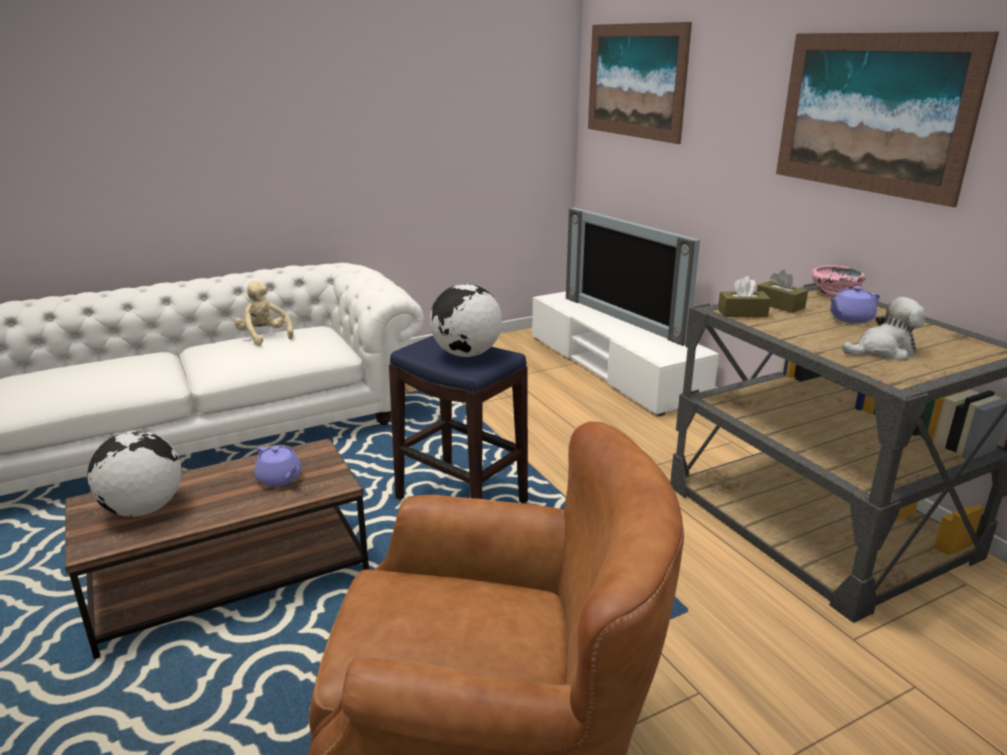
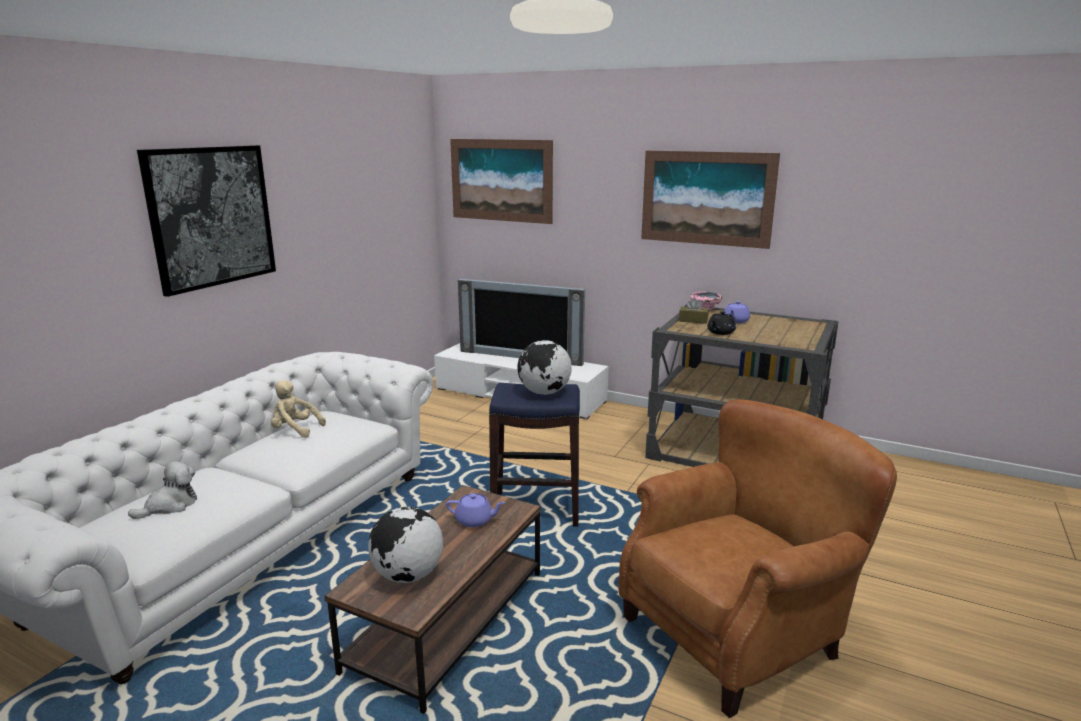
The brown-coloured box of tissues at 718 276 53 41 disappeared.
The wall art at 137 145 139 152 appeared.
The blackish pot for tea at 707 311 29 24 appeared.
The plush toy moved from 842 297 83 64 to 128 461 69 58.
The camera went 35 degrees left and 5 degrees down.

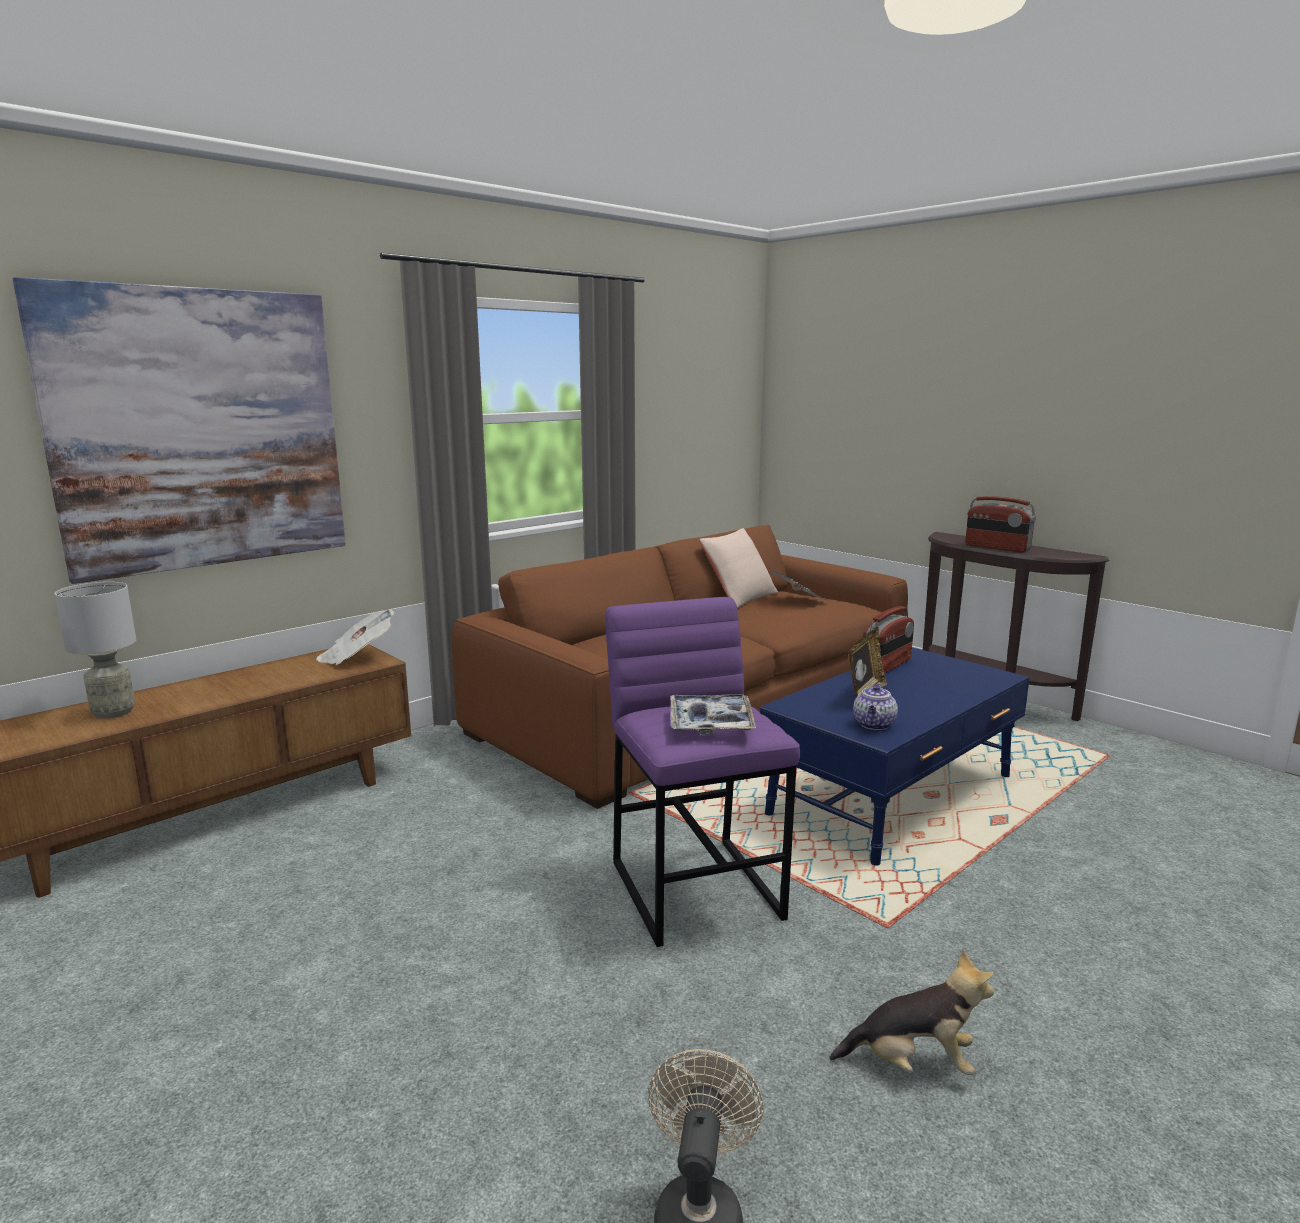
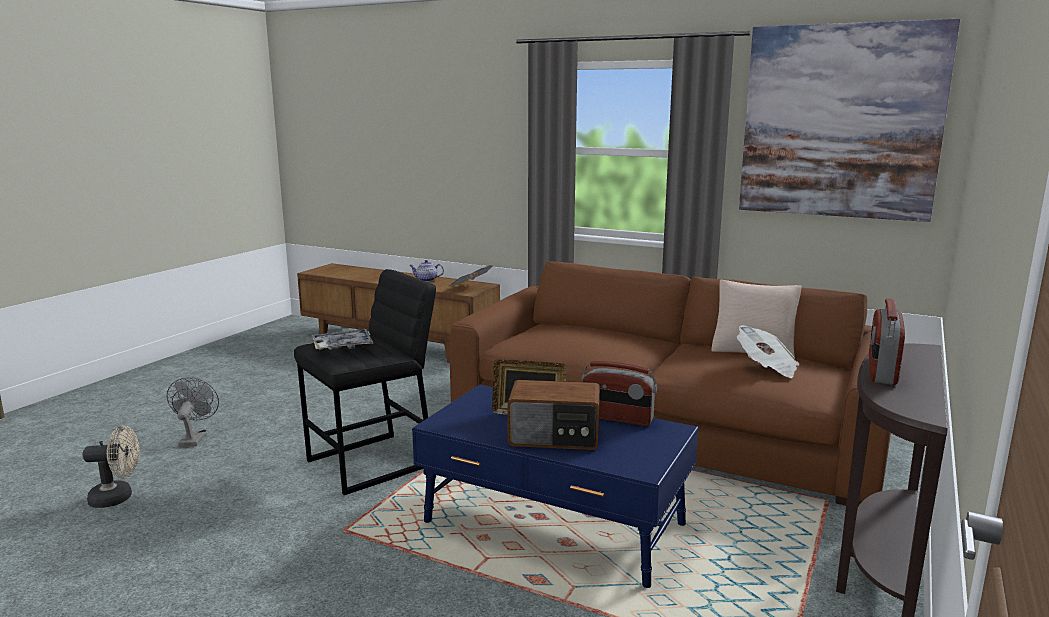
The greyish lamp for a table at 54 582 82 136 disappeared.
The plush toy at 829 949 165 126 disappeared.
The greyish fan at 166 377 53 70 appeared.
The radio receiver at 507 380 93 70 appeared.
The wall art moved from 13 277 333 307 to 739 19 221 203.
The pot for tea moved from 853 684 45 46 to 409 260 35 22.
The purple-coloured stool seat at 605 597 195 350 became the blackish stool seat at 294 269 142 226.
The camera went 70 degrees right and 0 degrees up.

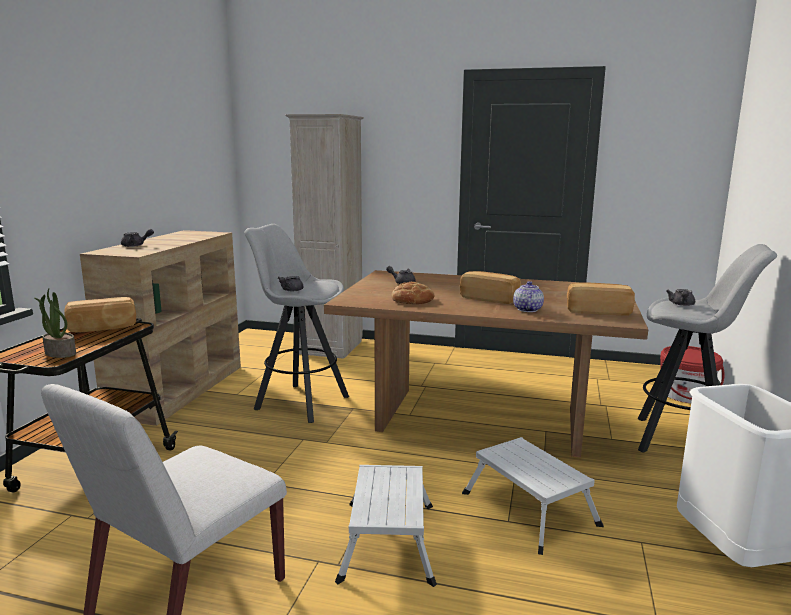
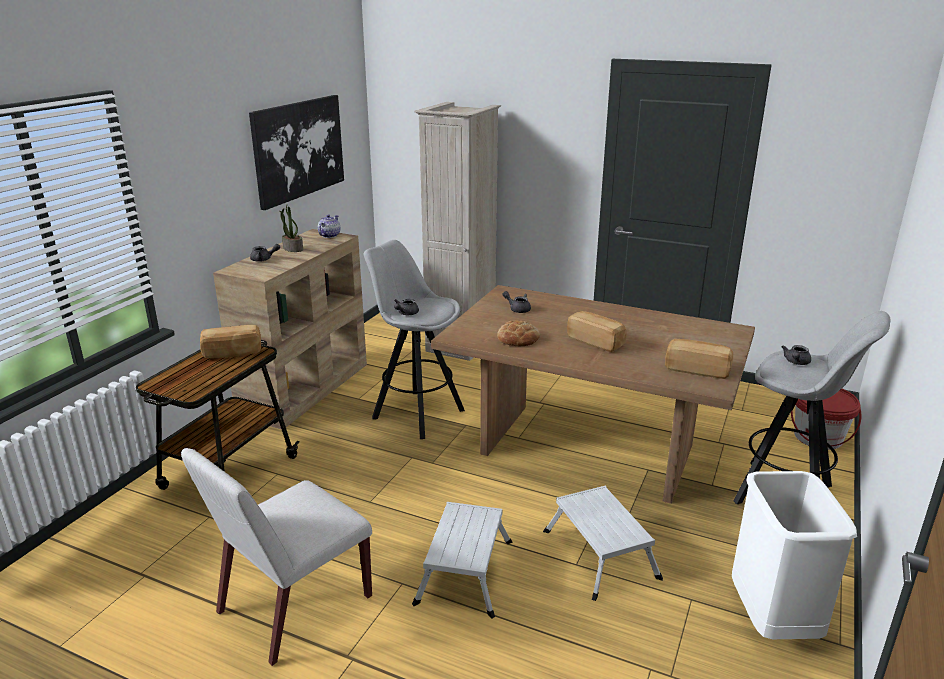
The wall art at 249 95 95 115 appeared.
The houseplant moved from 34 288 42 70 to 280 205 23 47.
The pot for tea moved from 513 281 31 31 to 318 214 23 24.
The camera went 10 degrees right and 10 degrees up.

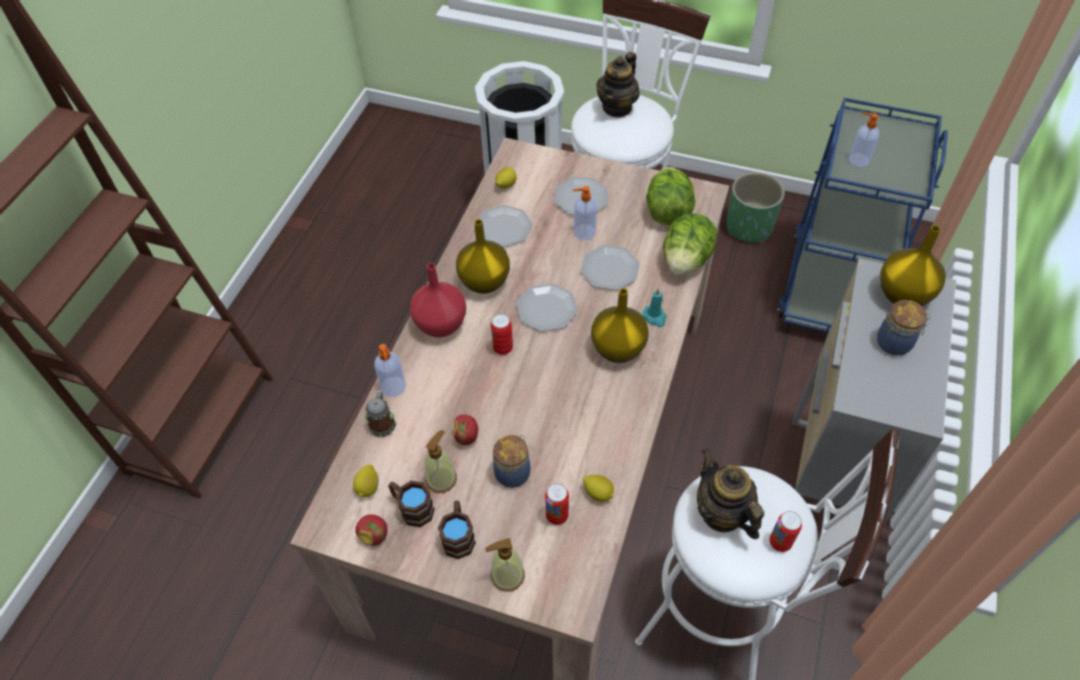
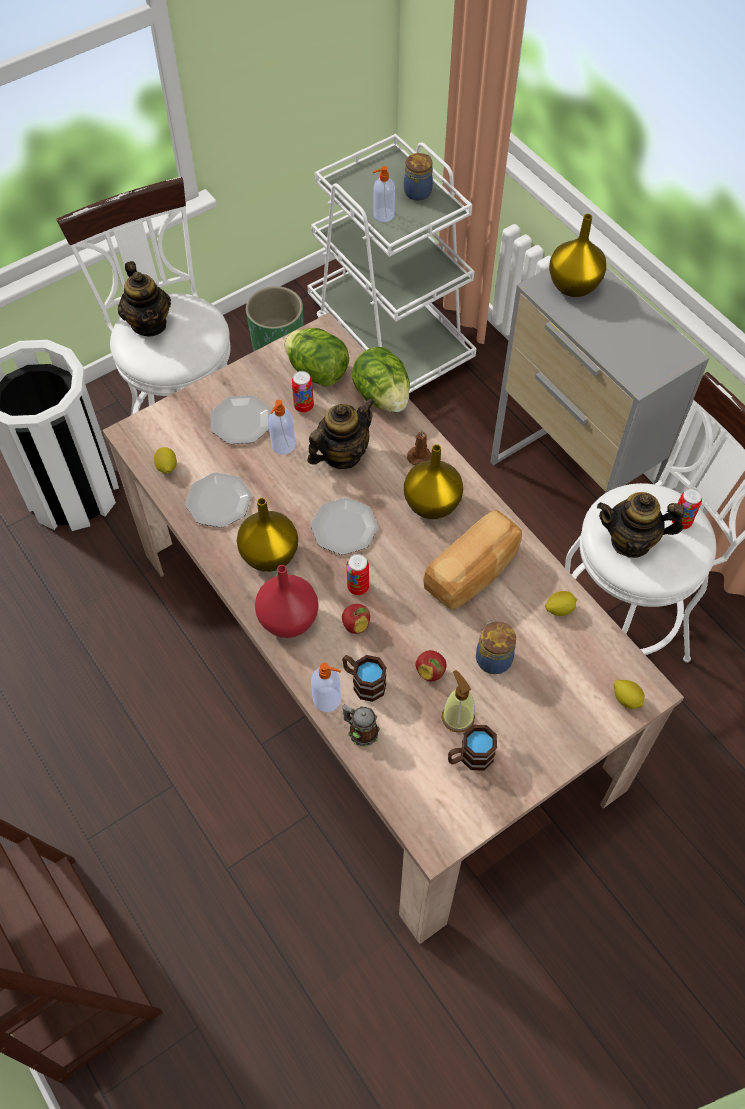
The soap bottle at 485 538 40 54 disappeared.
The bakery bread at 423 510 99 99 appeared.
The lemon moved from 353 464 26 33 to 614 680 31 29.
The apple fruit moved from 355 514 33 32 to 342 604 28 30.
The brown-coloured tea mug moved from 438 500 38 59 to 342 655 45 47.
The metal can moved from 545 483 24 42 to 292 371 22 42.
The jar moved from 877 300 54 55 to 404 153 29 48.
The dinner plate at 580 245 60 45 was replaced by the pot for tea at 307 398 68 71.
The blue-green wax light at 642 288 24 39 became the brown-coloured wax light at 407 430 24 35.
The bluish wheeled cart at 777 97 171 236 became the white wheeled cart at 307 134 170 259.
The camera went 55 degrees left and 5 degrees up.

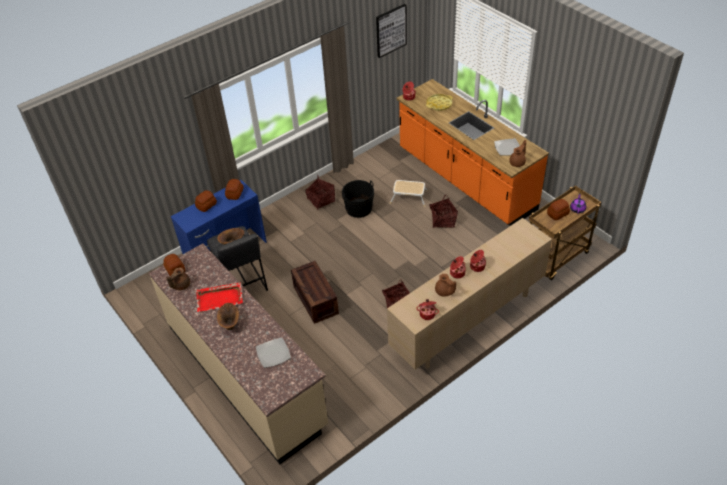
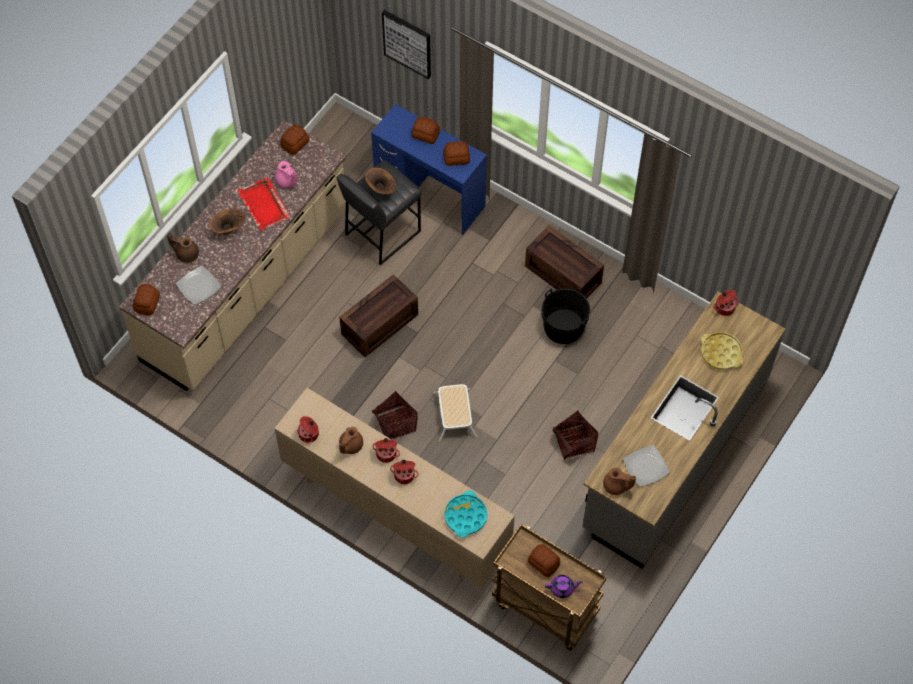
The bakery bread at 133 284 27 31 appeared.
The pinkish pot for tea at 274 161 23 27 appeared.
The blue-green carrying tray at 444 491 43 47 appeared.
The brown-coloured pot for tea moved from 166 268 24 22 to 167 233 32 30.
The wall art moved from 376 4 31 54 to 382 10 49 69.
The beige-coloured stepladder moved from 390 180 38 27 to 432 384 46 58.
The household basket at 305 174 30 36 was replaced by the packing crate at 525 226 79 73.
The orange-coloured counter at 396 79 153 147 became the greyish counter at 582 291 204 278.
The camera went 70 degrees right and 15 degrees up.

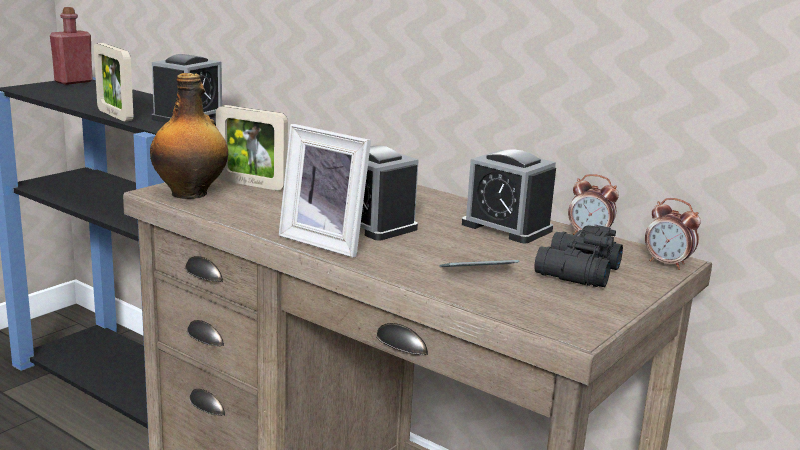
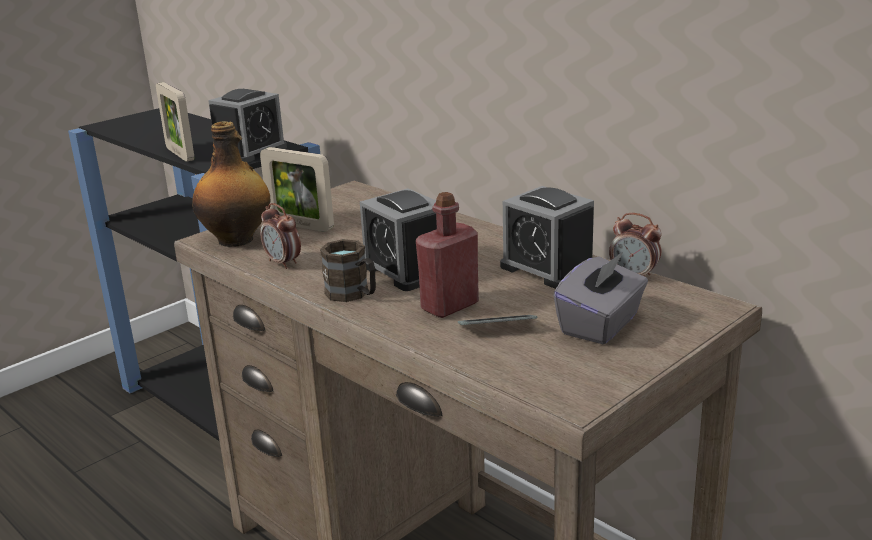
The reddish beverage bottle moved from 50 7 43 78 to 416 192 63 126.
The table clock moved from 645 198 56 72 to 260 203 41 66.
The picture frame at 279 124 92 134 was replaced by the brown-coloured tea mug at 320 239 56 63.
The blackish pair of binoculars at 535 225 88 62 was replaced by the greyish box of tissues at 553 252 95 92.
The camera went 10 degrees right and 5 degrees up.

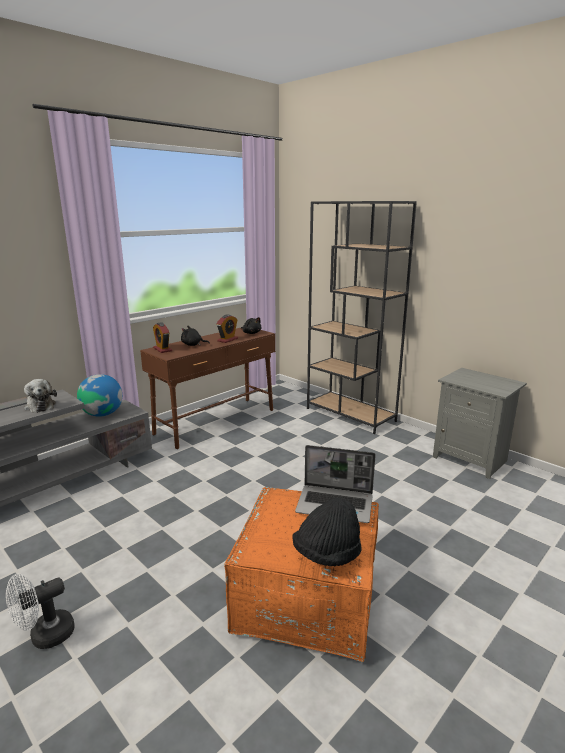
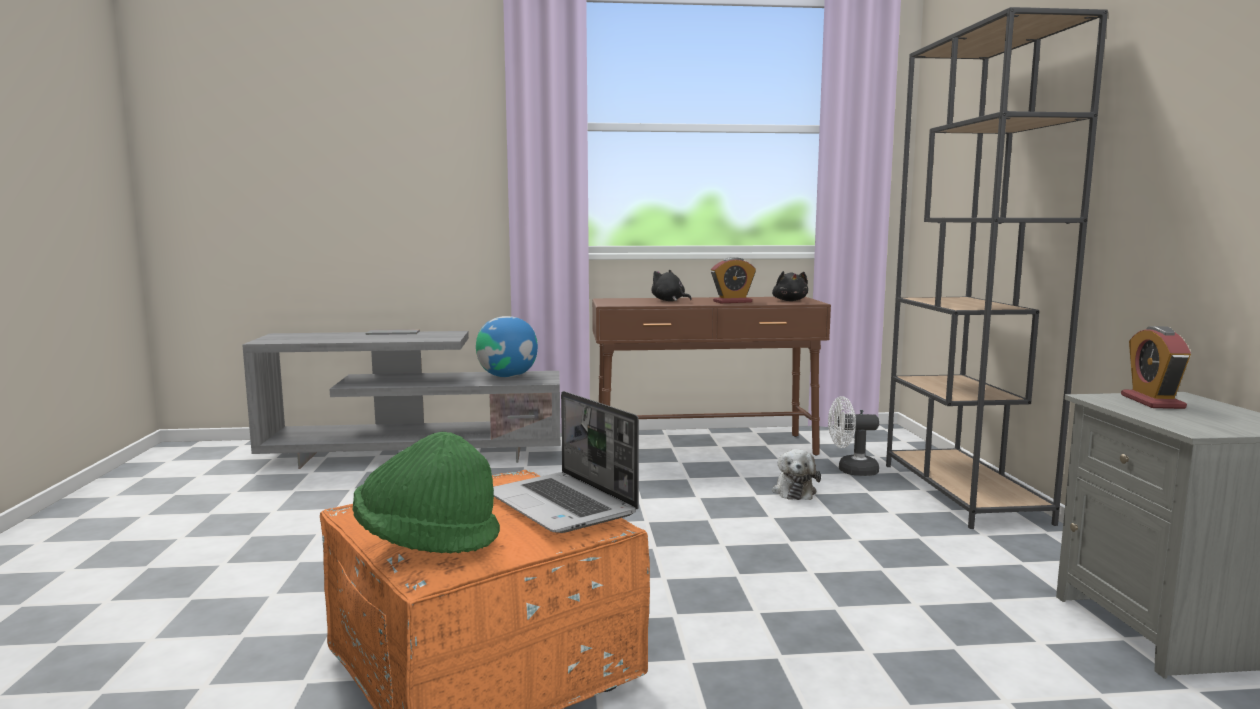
The white fan moved from 6 574 69 75 to 828 396 51 80.
The plush toy moved from 24 379 33 34 to 772 449 49 51.
The table clock moved from 153 322 19 31 to 1121 326 70 83.
The blackish wearable hat at 292 497 70 69 became the green wearable hat at 353 432 147 122.
The camera went 40 degrees right and 10 degrees down.

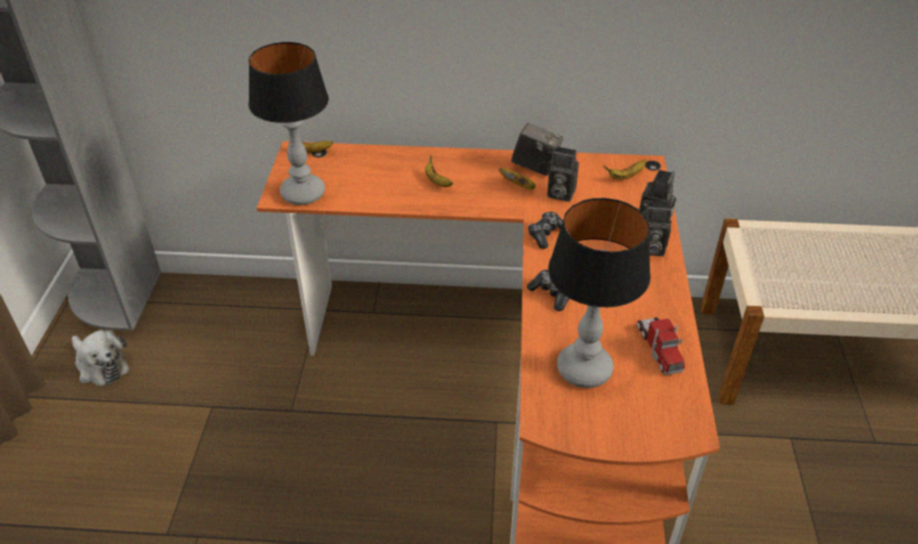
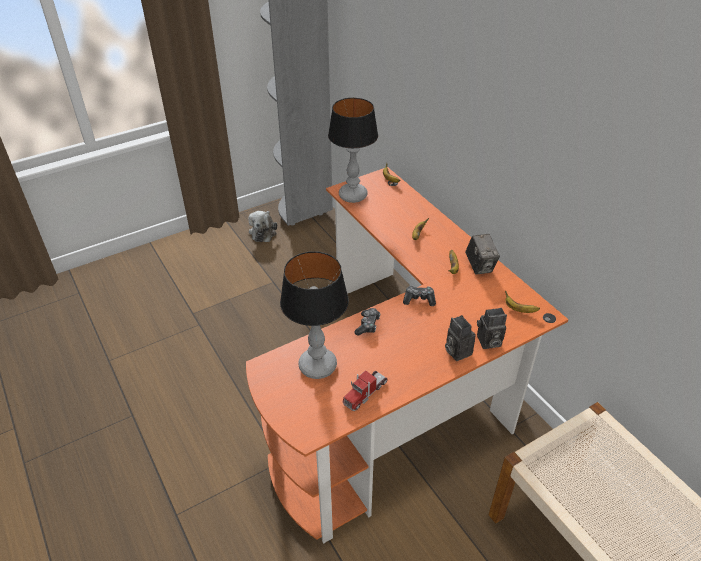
The photo camera at 547 146 32 56 disappeared.
The camera went 55 degrees right and 0 degrees up.

